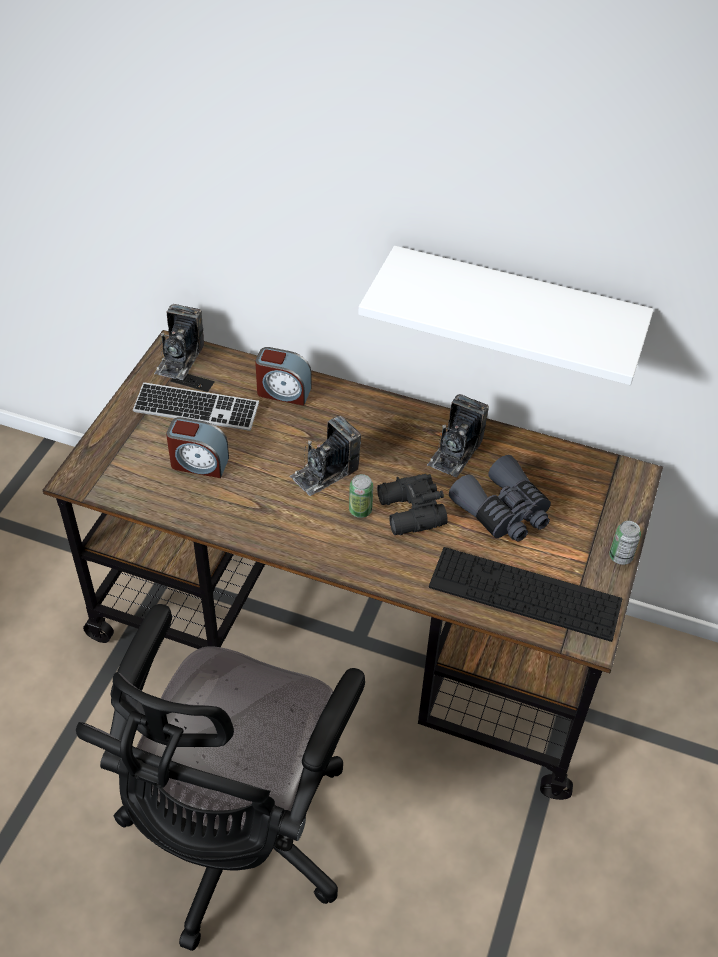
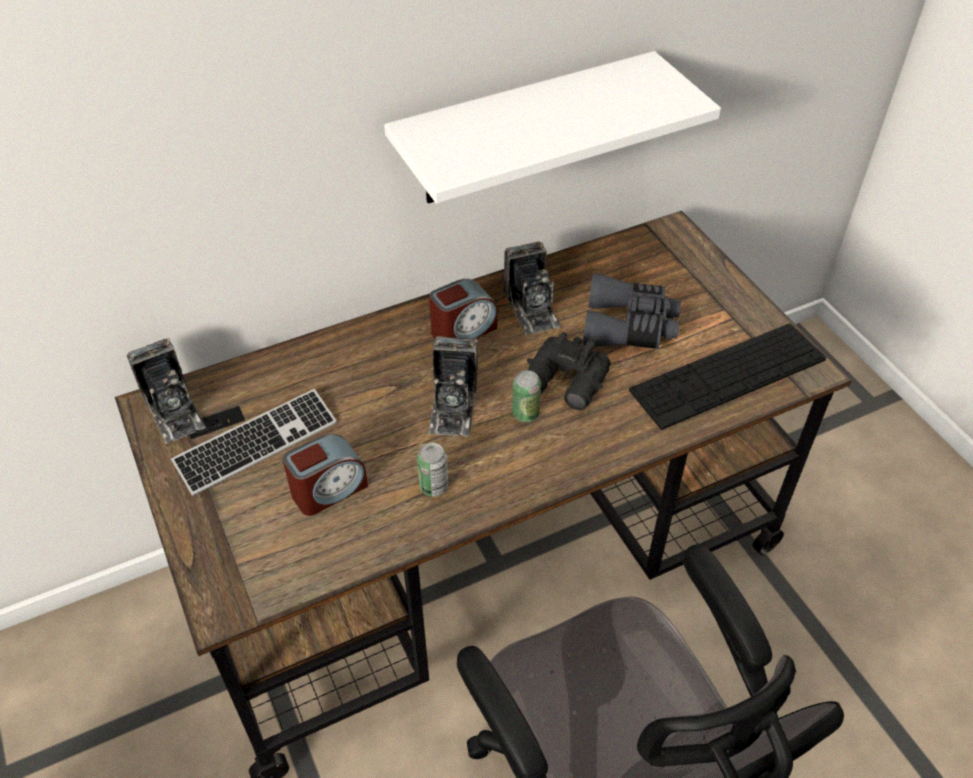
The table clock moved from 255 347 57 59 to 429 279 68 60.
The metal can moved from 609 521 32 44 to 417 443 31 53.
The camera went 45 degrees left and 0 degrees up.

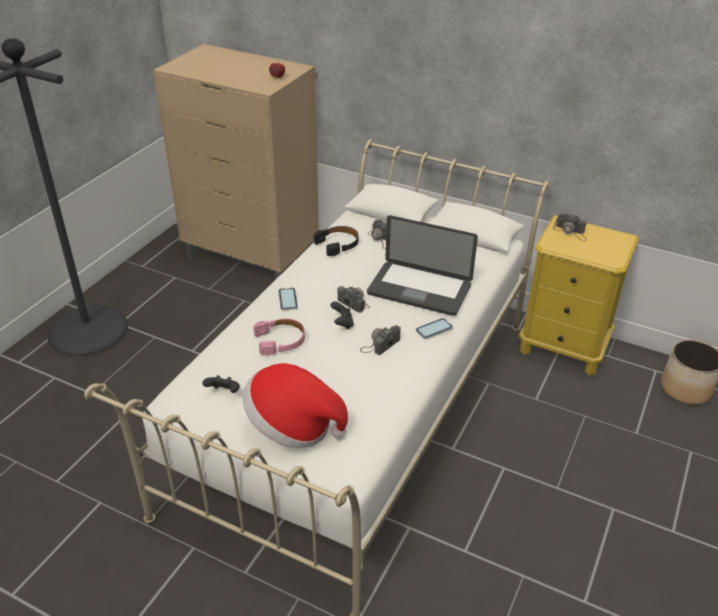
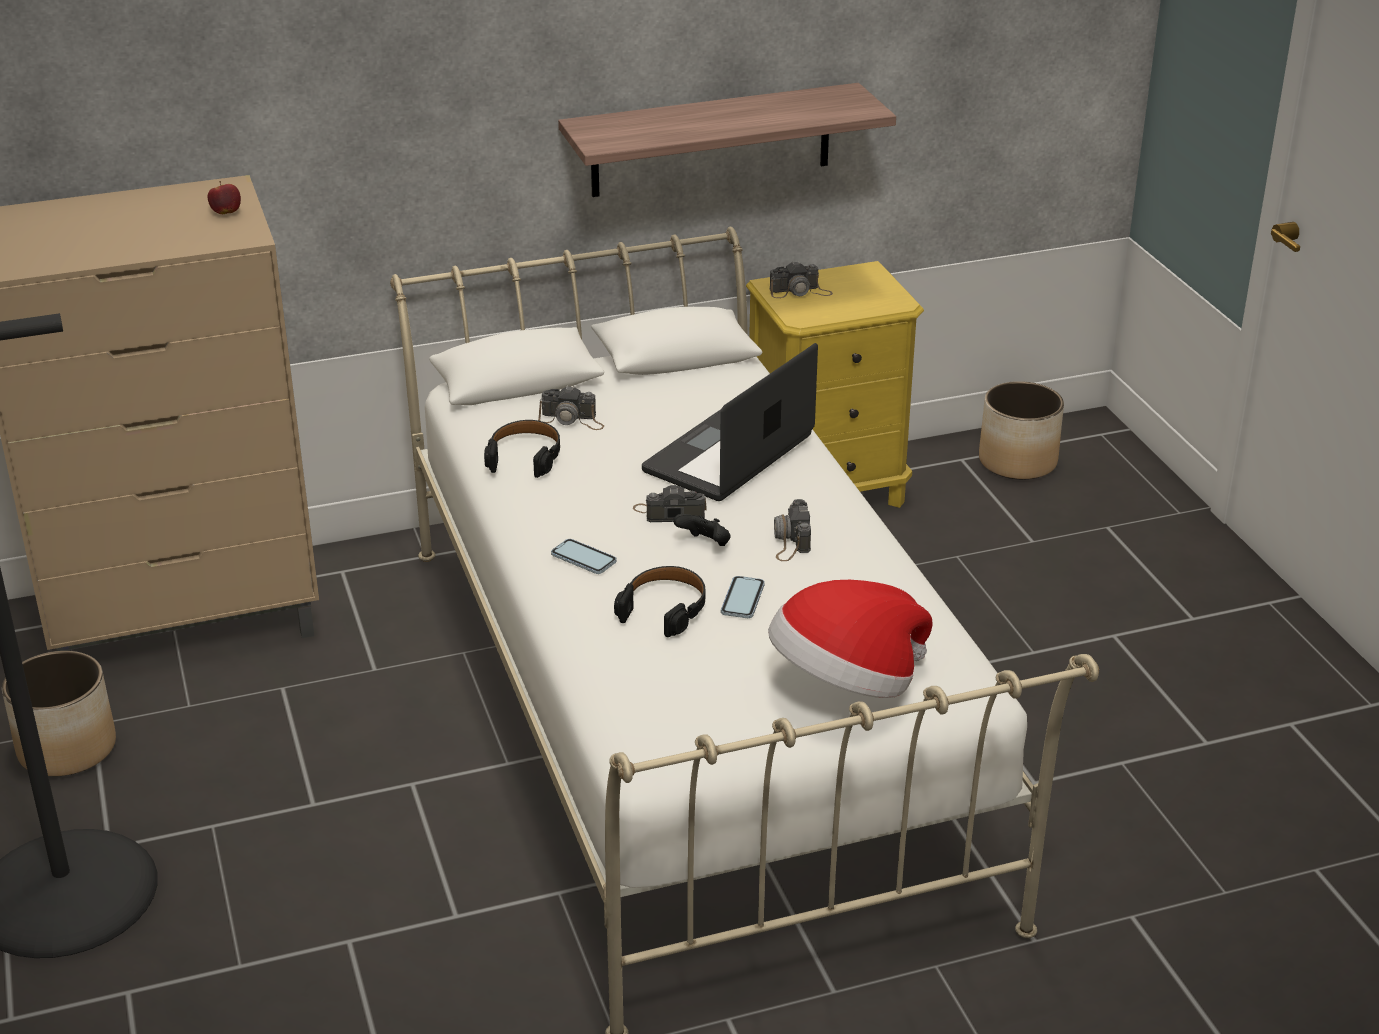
The blackish gamepad at 202 375 38 18 disappeared.
The planter at 2 651 114 125 appeared.
The wall shelf at 558 83 338 114 appeared.
The phone moved from 416 318 37 21 to 721 576 44 42.
The pinkish pair of headphones at 253 318 52 38 became the blackish pair of headphones at 614 566 91 71.
The notebook computer at 367 215 111 101 turned 150 degrees clockwise.
The camera went 45 degrees left and 5 degrees down.

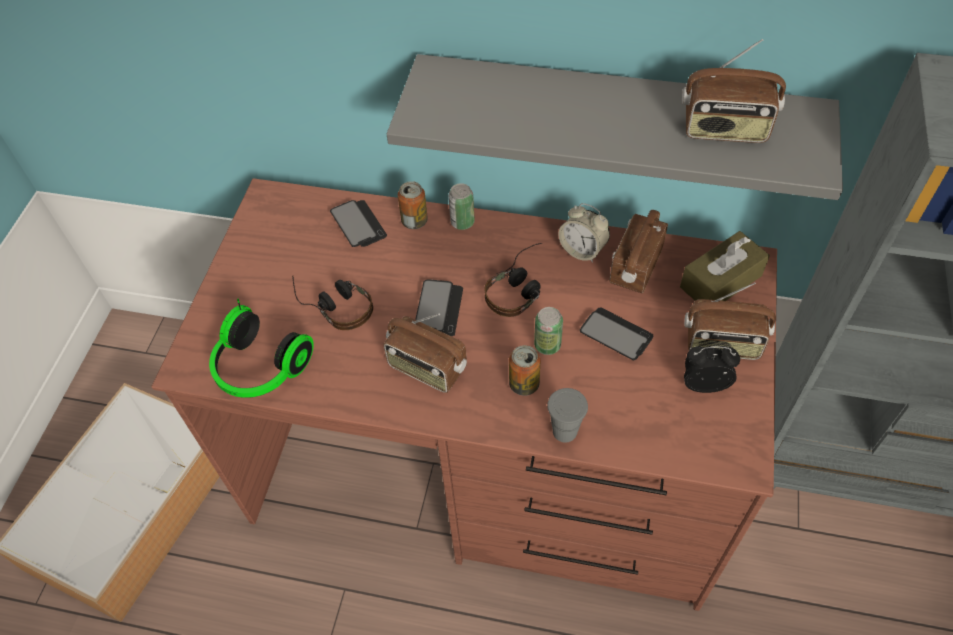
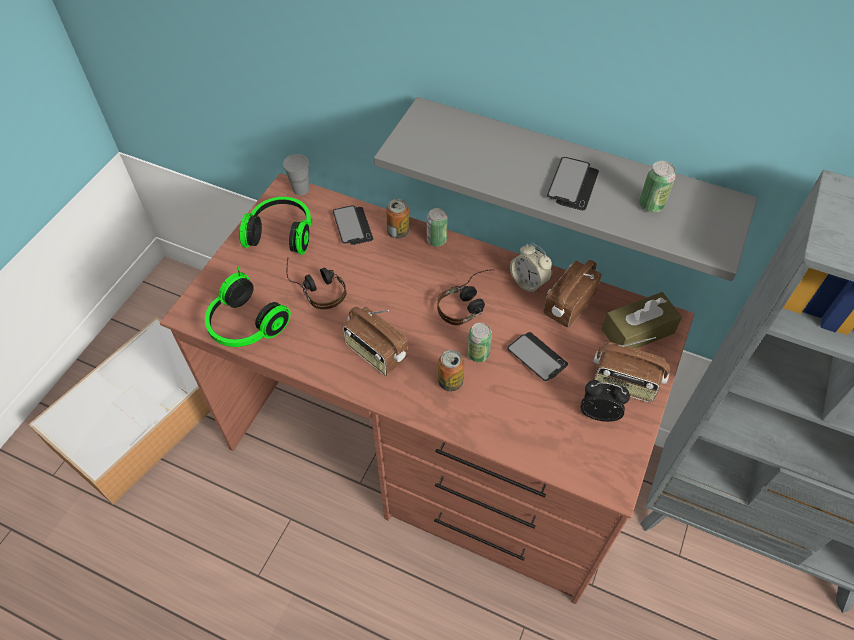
The pair of headphones at 239 197 72 58 appeared.
The phone moved from 415 280 48 56 to 547 157 52 53.
The greyish small cup moved from 547 388 41 55 to 283 154 26 41.
The radio receiver at 682 39 104 104 was replaced by the metal can at 639 161 37 51.
The camera went 10 degrees right and 0 degrees up.

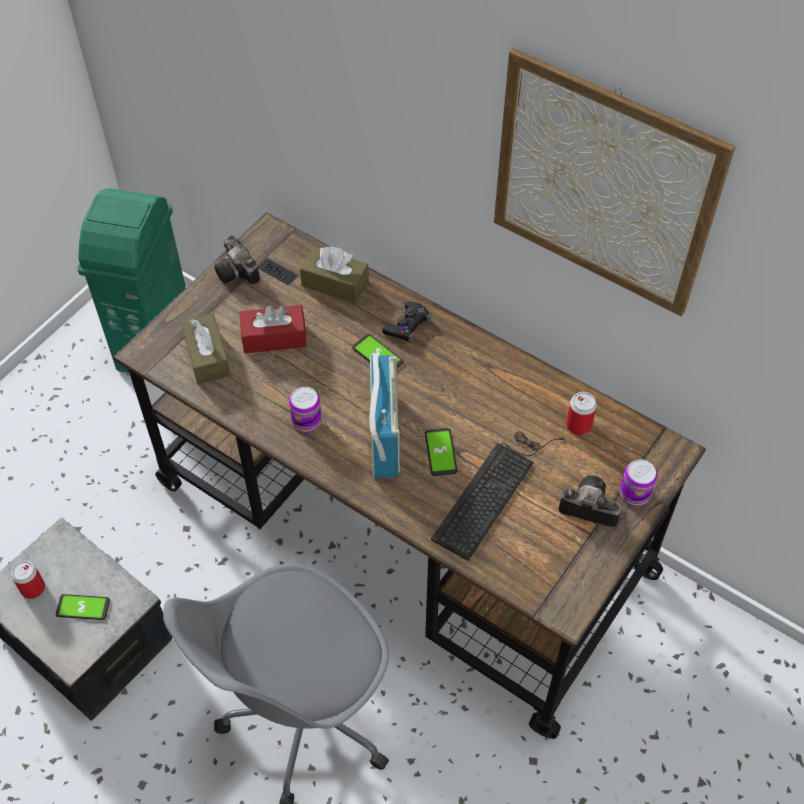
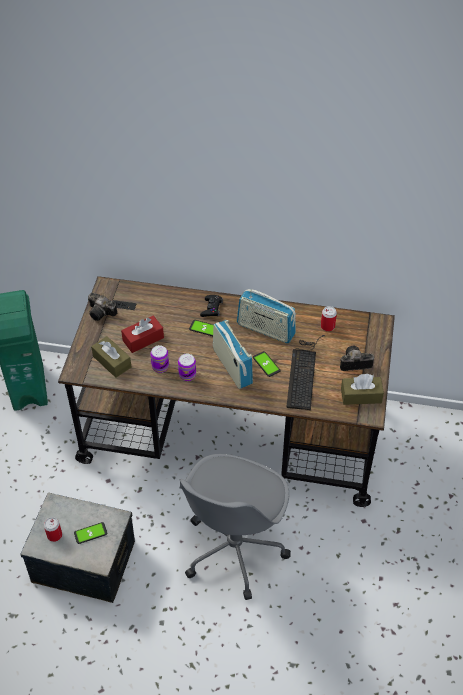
The wall art at 494 48 241 268 disappeared.
The radio receiver at 237 289 59 54 appeared.
The brown-coloured box of tissues moved from 300 246 69 57 to 341 374 43 31.
The metal can moved from 620 459 37 48 to 150 345 19 28.
The camera went 25 degrees left and 5 degrees down.

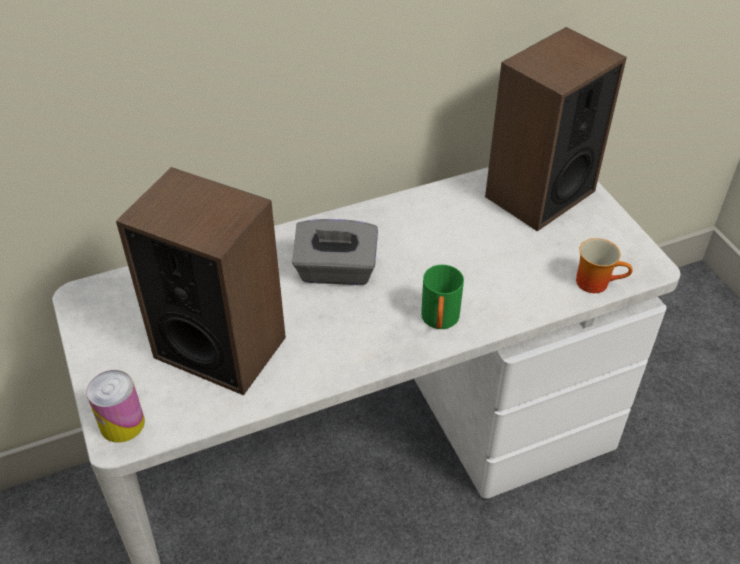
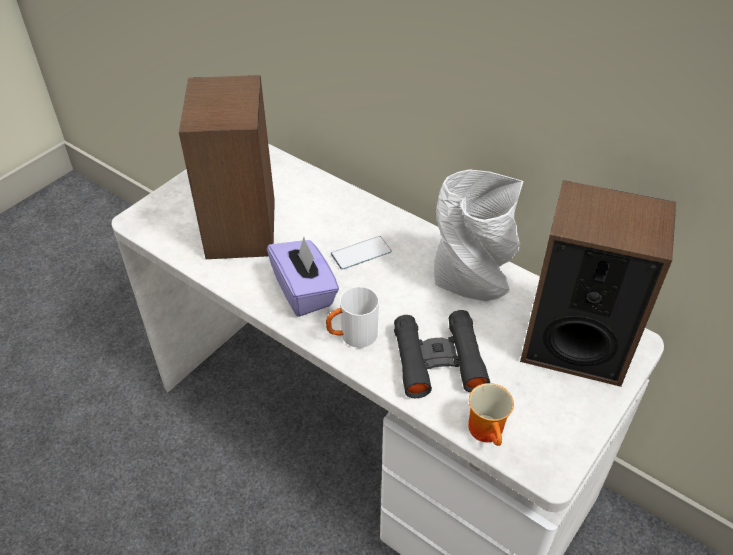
The metal can at 86 370 59 73 disappeared.
The purple-coloured box of tissues at 267 237 72 80 appeared.
The blackish pair of binoculars at 394 310 96 88 appeared.
The greyish flower vase at 434 170 90 131 appeared.
The greyish box of tissues at 292 219 86 66 was replaced by the phone at 331 236 61 34.
The green tea mug at 421 265 43 64 became the white tea mug at 326 287 53 61.
The camera went 60 degrees right and 0 degrees up.

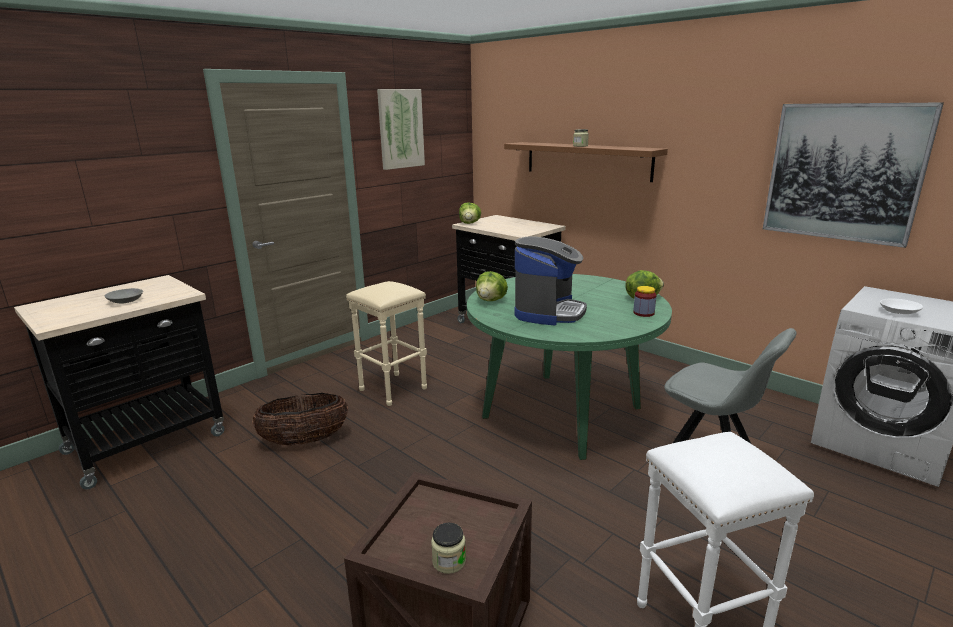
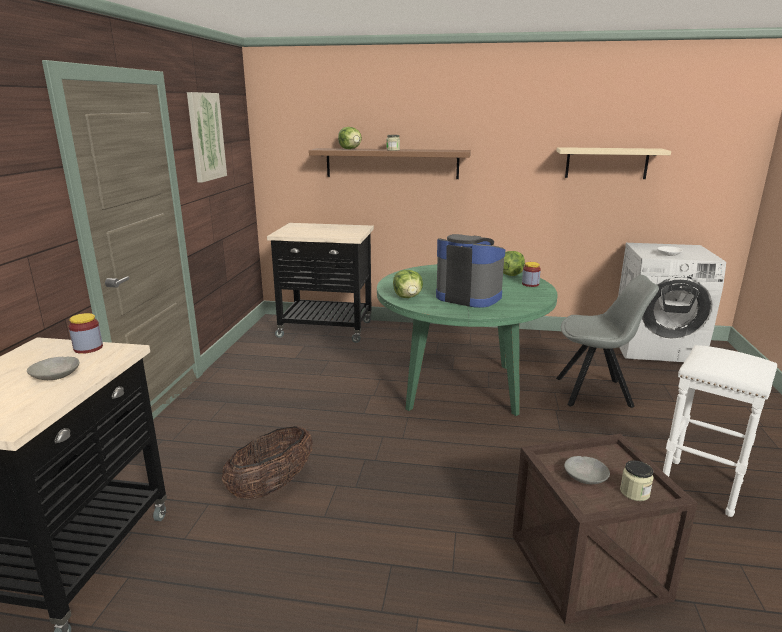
The beige-coloured stool seat at 346 281 81 125 disappeared.
The jar at 68 313 35 41 appeared.
The greyish bowl at 564 456 46 28 appeared.
The head of lettuce moved from 459 202 22 22 to 338 127 24 22.
The wall art at 763 102 181 146 was replaced by the beige-coloured wall shelf at 556 147 115 32.
The coffee brewer at 514 236 73 90 turned 45 degrees counterclockwise.
The camera went 35 degrees left and 0 degrees up.

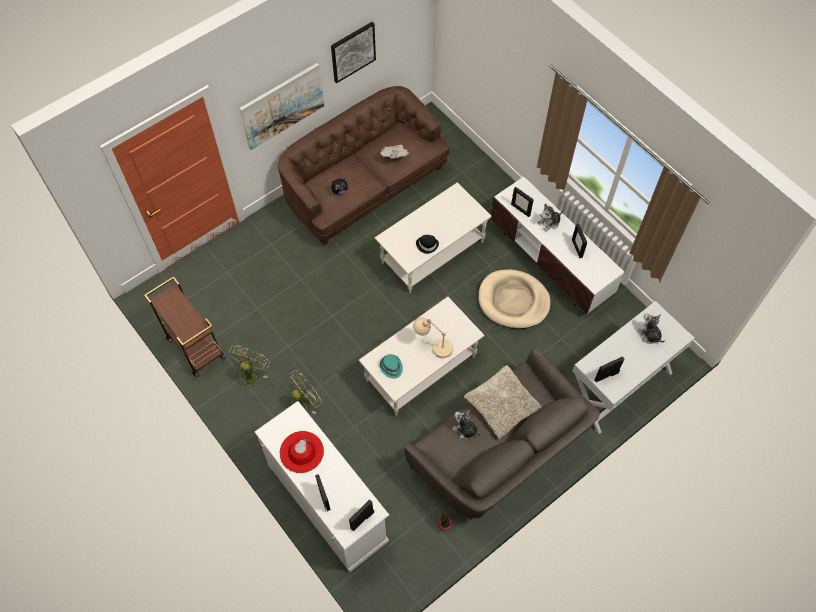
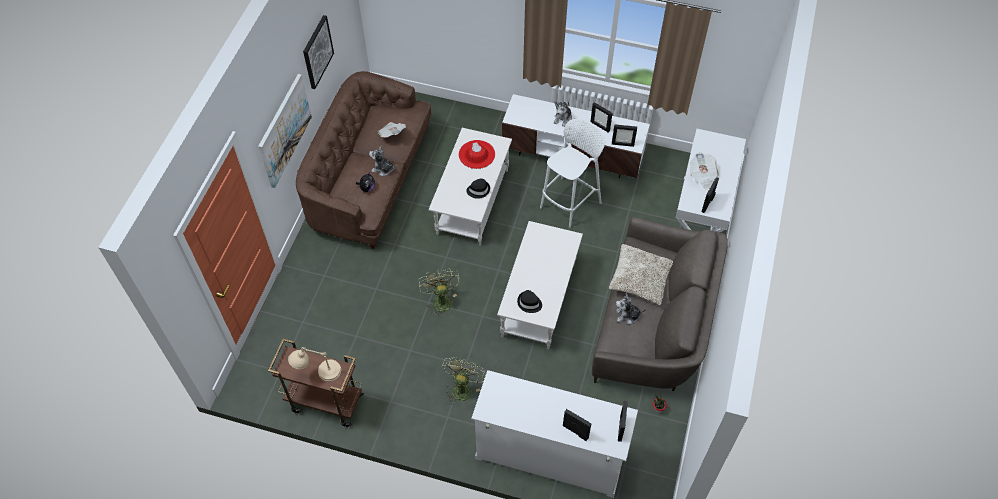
The newspaper at 690 152 30 38 appeared.
The green fan moved from 228 345 42 44 to 419 269 41 49.
The reddish wearable hat moved from 280 431 44 42 to 459 140 36 29.
The beige-coloured lamp for a table moved from 413 317 40 42 to 288 347 53 35.
The picture frame moved from 511 187 23 30 to 612 124 25 23.
The plush toy moved from 637 313 28 31 to 369 146 28 30.
The beige-coloured dog bed at 479 269 72 60 was replaced by the white stool seat at 540 119 65 109.
The blue-green wearable hat at 380 354 23 25 became the blackish wearable hat at 517 290 25 23.
The camera went 35 degrees left and 5 degrees down.

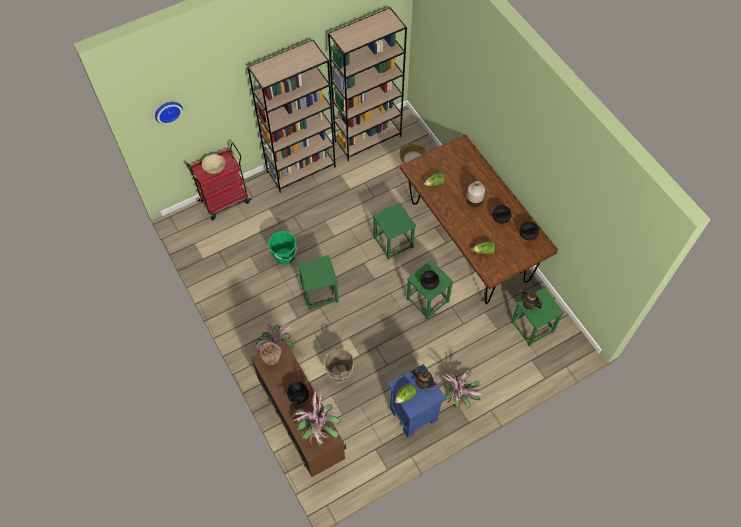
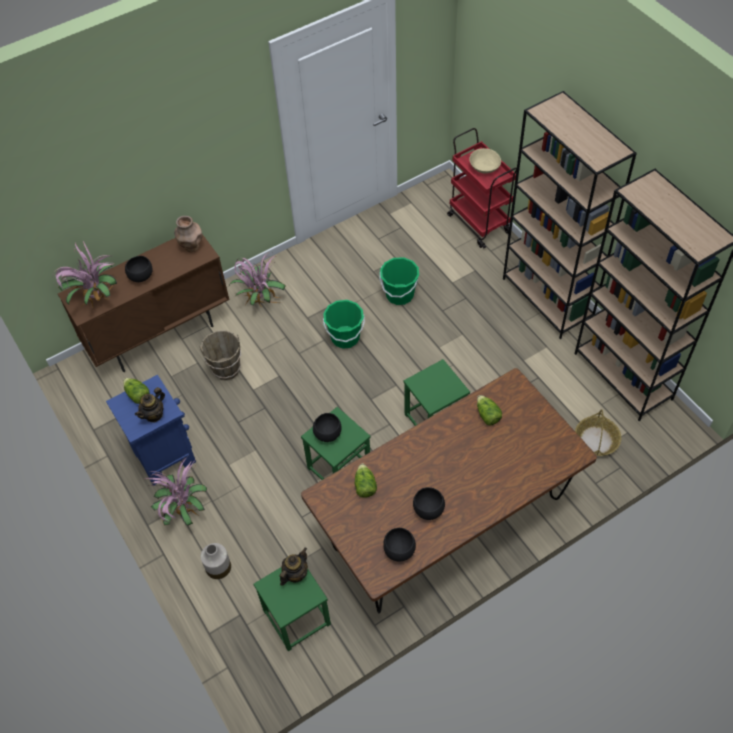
The hanging clock at 155 102 28 23 disappeared.
The beige-coloured flower vase moved from 466 181 19 26 to 201 543 30 36.
The green stool seat at 298 255 41 55 was replaced by the green bucket at 323 300 42 49.
The camera went 90 degrees right and 5 degrees down.

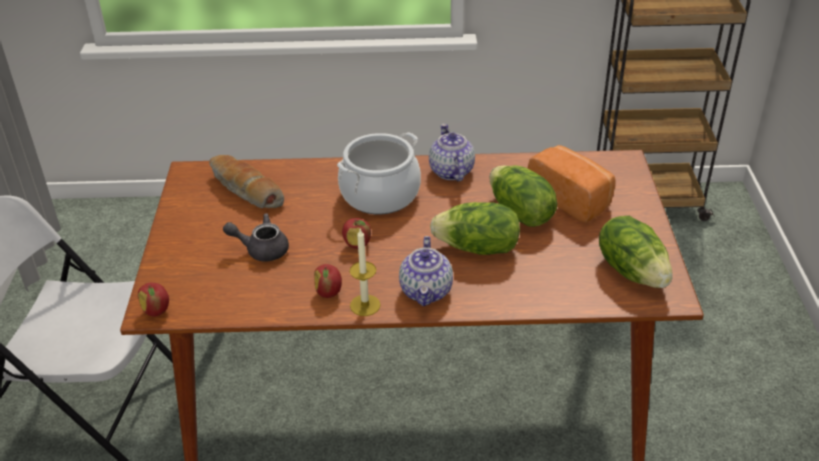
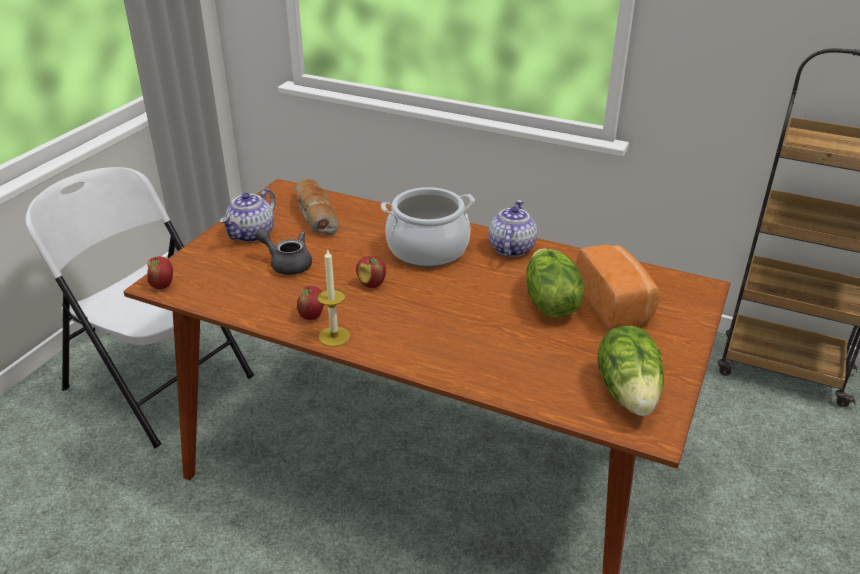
The head of lettuce at 430 202 90 53 disappeared.
The pot for tea moved from 399 236 54 70 to 220 189 55 53.
The camera went 25 degrees right and 5 degrees down.

